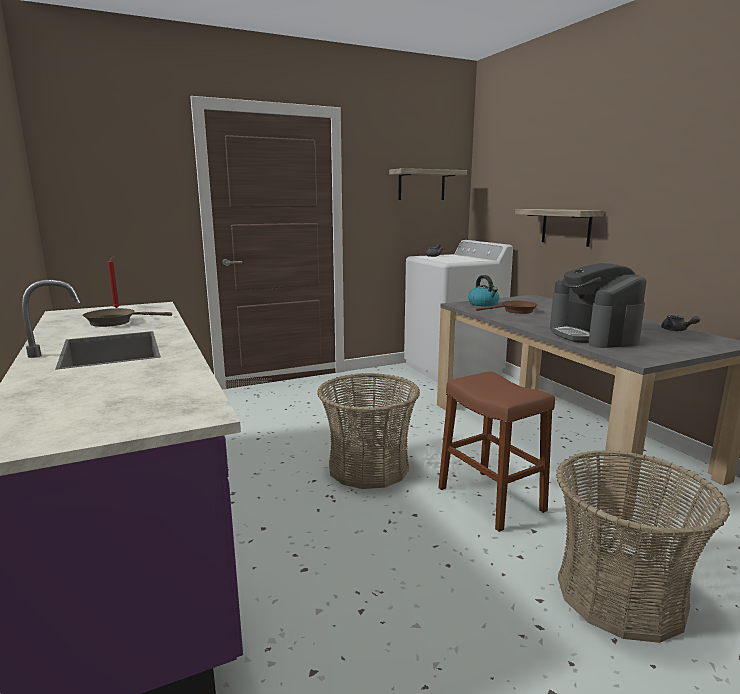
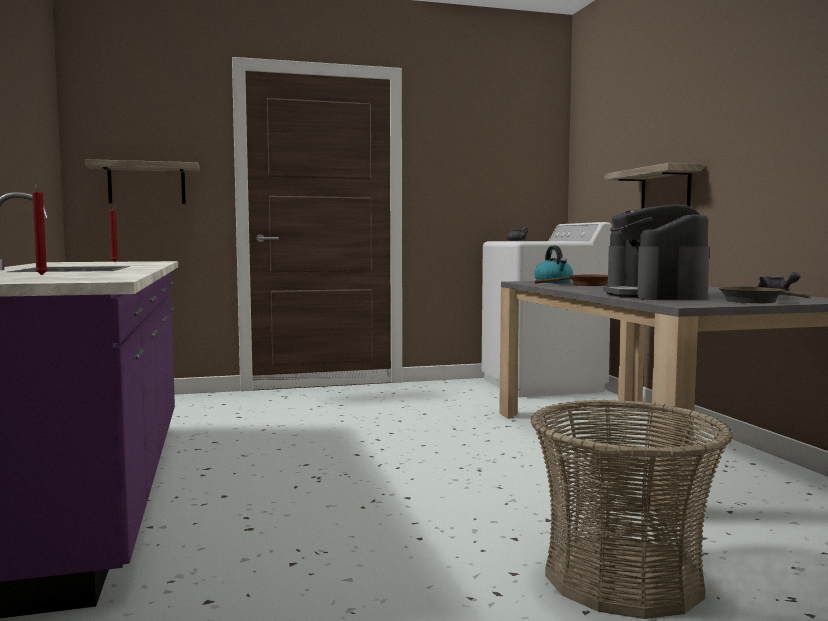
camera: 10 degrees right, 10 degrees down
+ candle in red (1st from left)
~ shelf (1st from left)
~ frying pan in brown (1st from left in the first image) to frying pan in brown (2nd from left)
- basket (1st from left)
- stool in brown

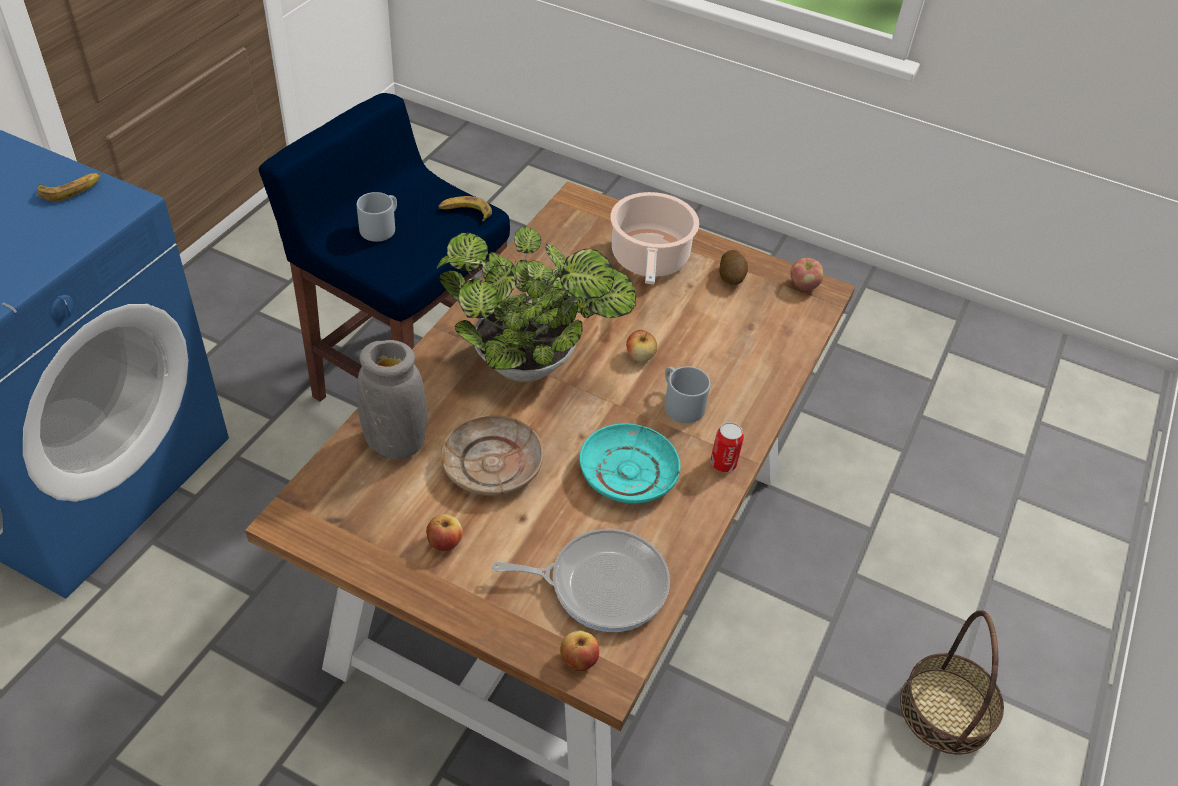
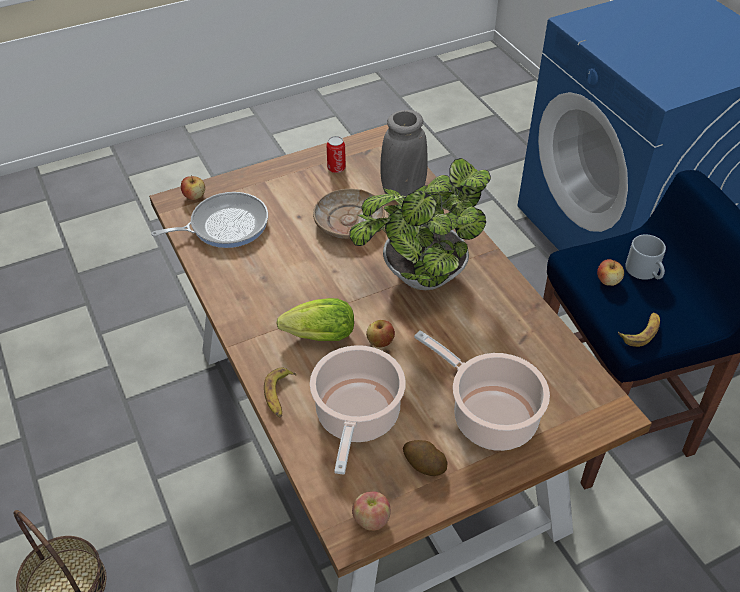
camera: 130 degrees right, 0 degrees up
~ frying pan 150 degrees counterclockwise
~ banana (1st from left)
~ mug in grey (2nd from left) to lettuce
+ cooking pot (1st from left)
~ can
~ apple (1st from left in the first image) to apple (4th from left)
- plate in turquoise

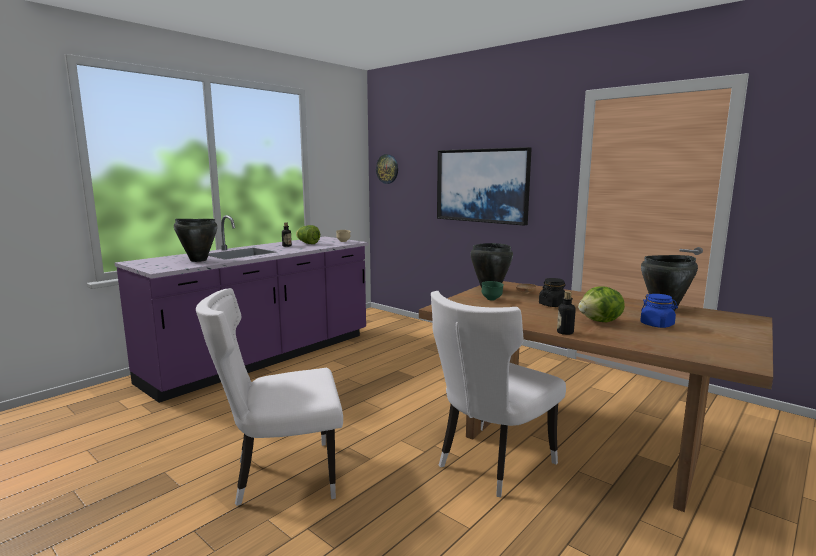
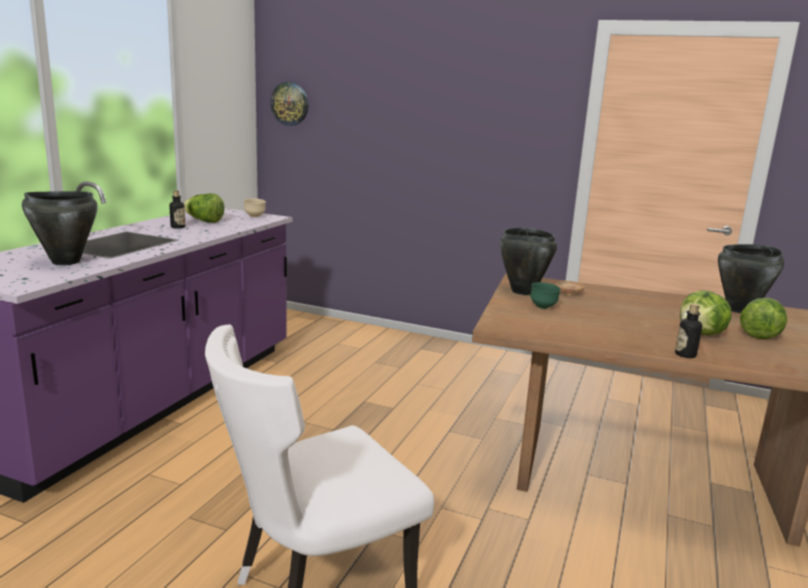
camera: 20 degrees left, 5 degrees up
~ jar in blue to lettuce (3rd from left)
- chair in white (2nd from left)
- picture
- jar in black

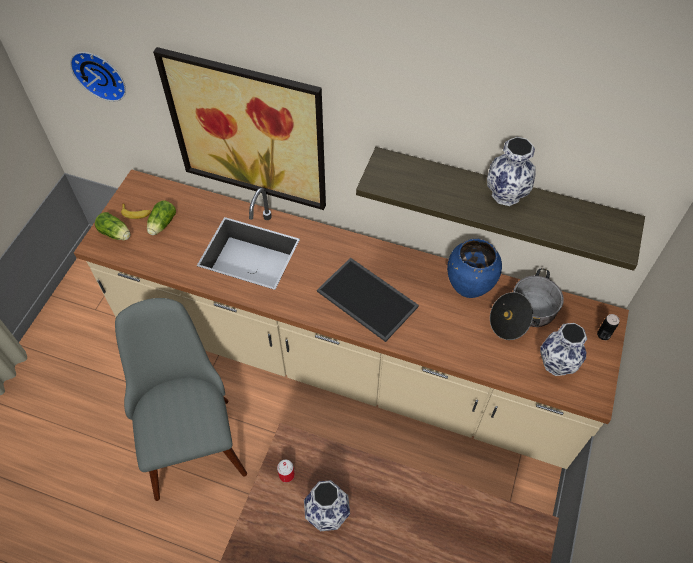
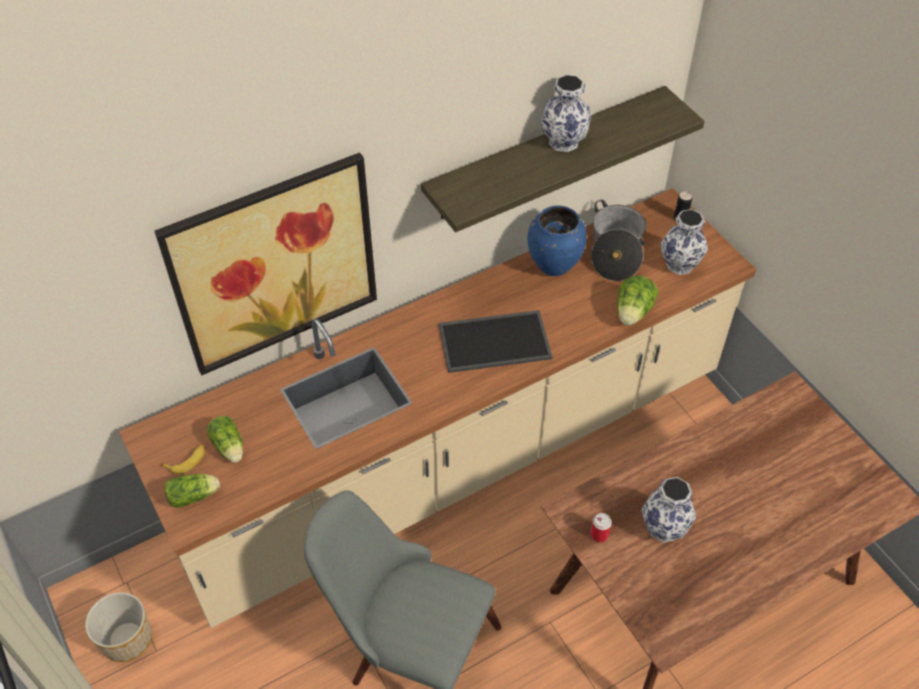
camera: 50 degrees left, 5 degrees down
+ planter
+ lettuce (3rd from left)
- wall clock

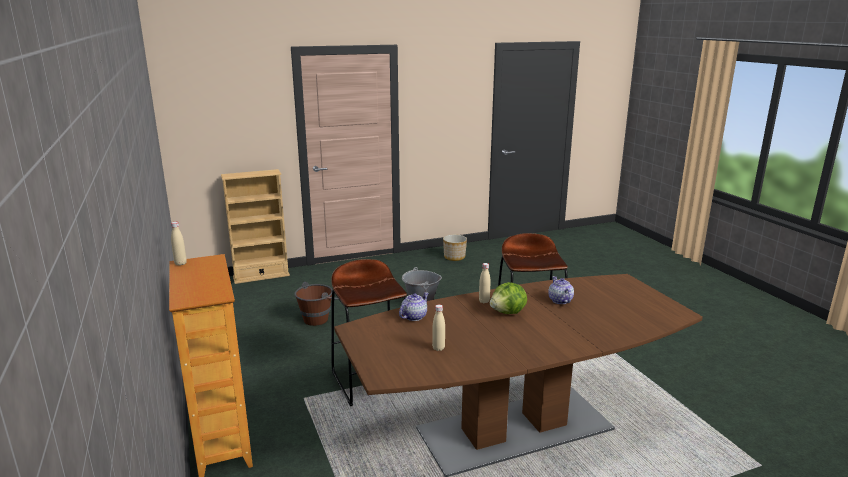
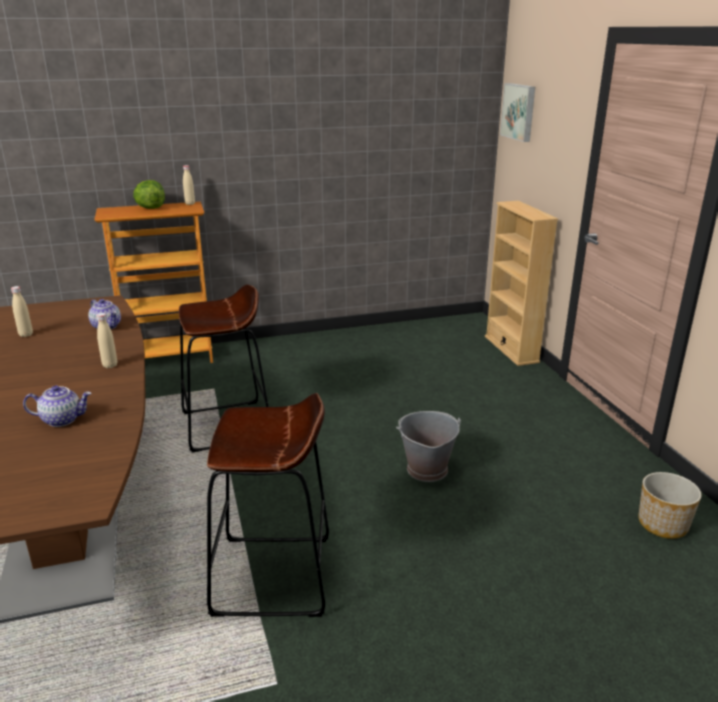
camera: 95 degrees right, 5 degrees up
~ lettuce
+ picture
- bucket in brown

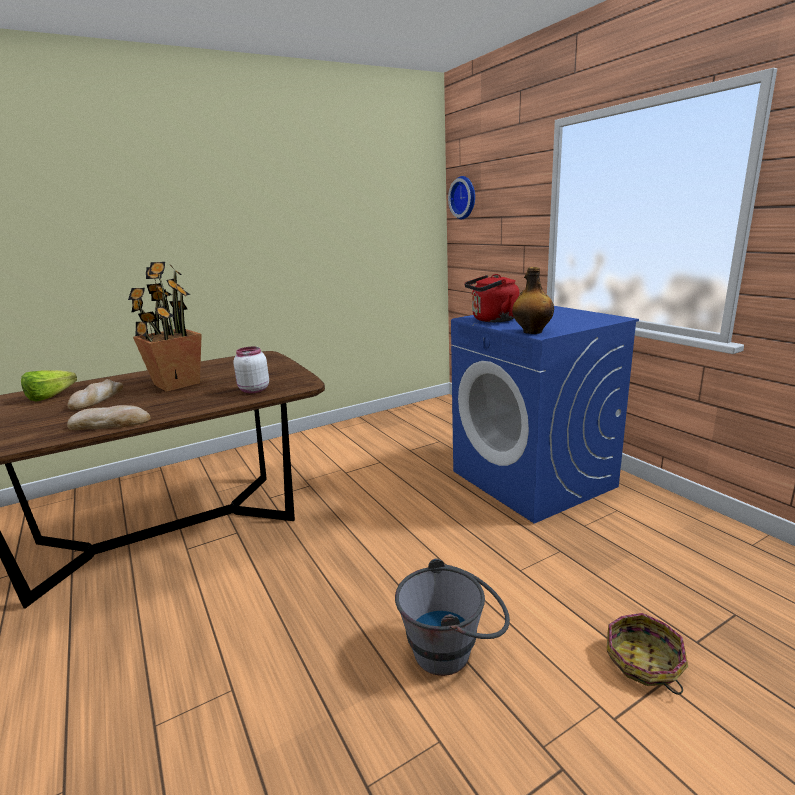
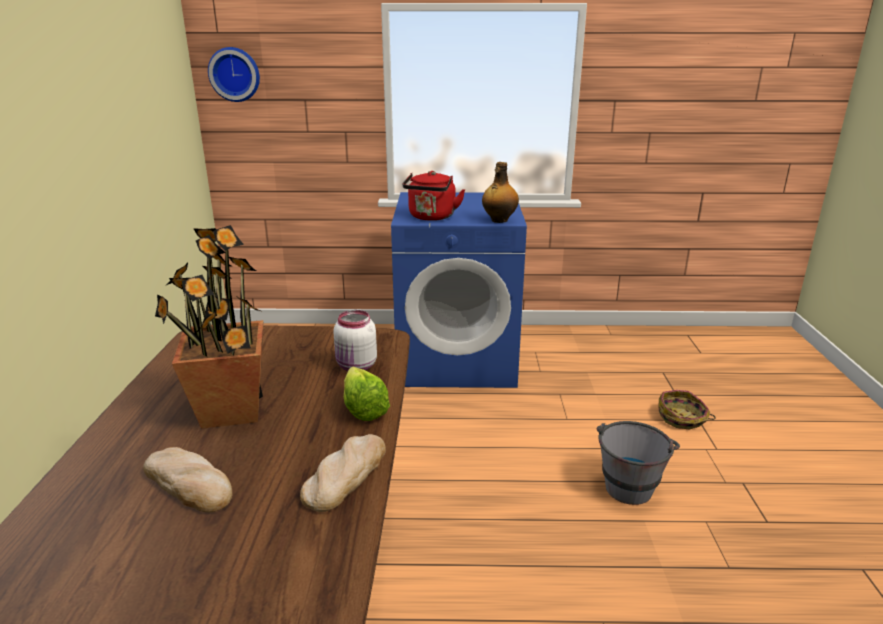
camera: 60 degrees left, 5 degrees up
~ lettuce

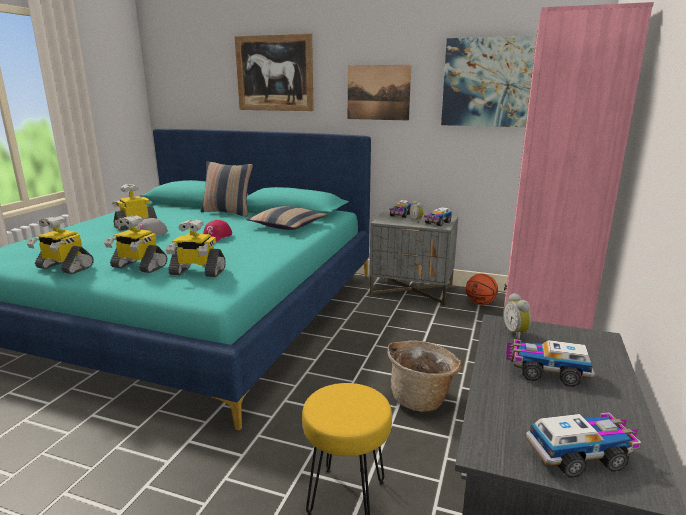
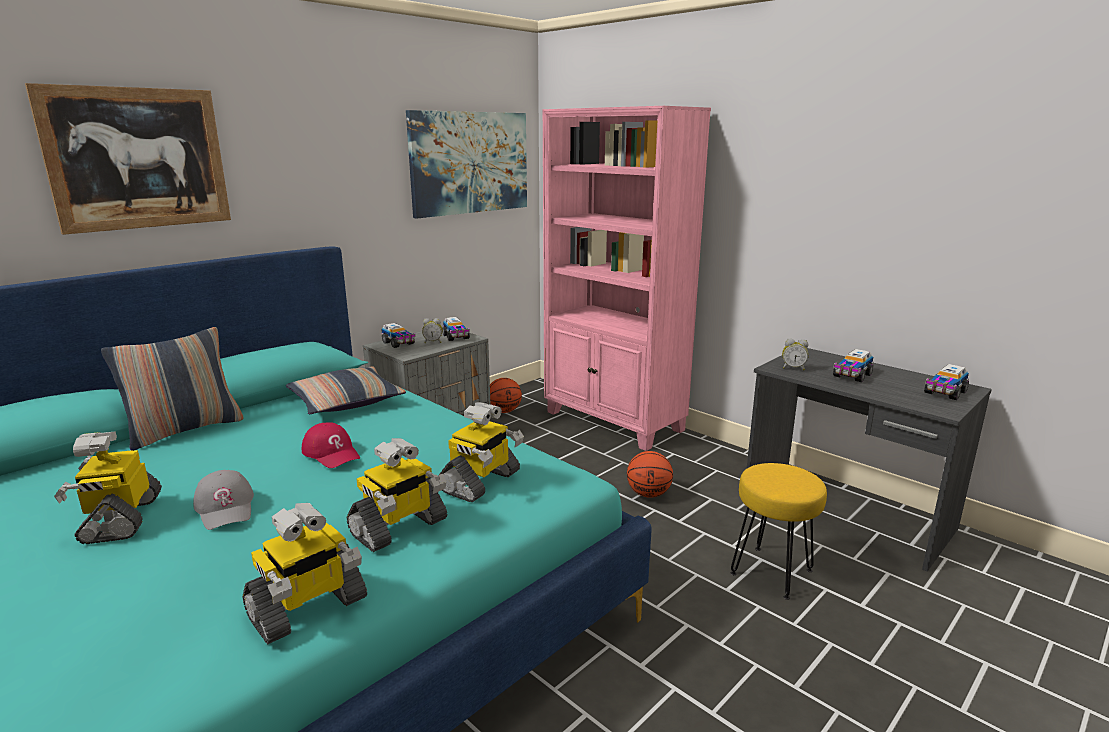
camera: 65 degrees left, 0 degrees up
~ basket to basketball (2nd from left)
~ toy truck (4th from left) 150 degrees counterclockwise
- picture (2nd from left)

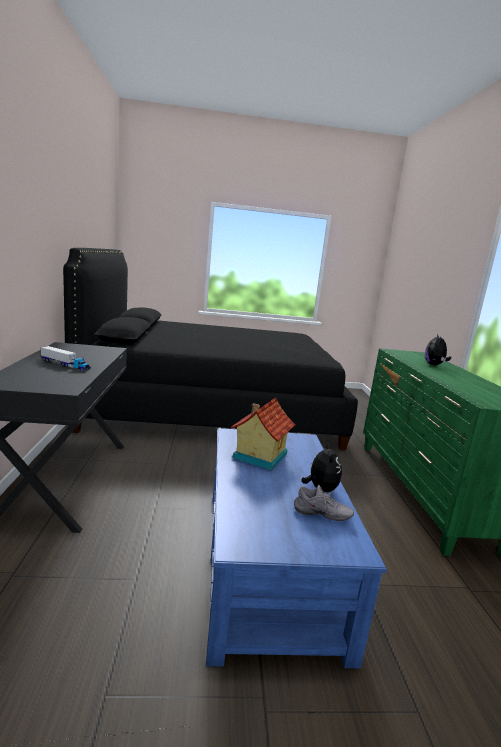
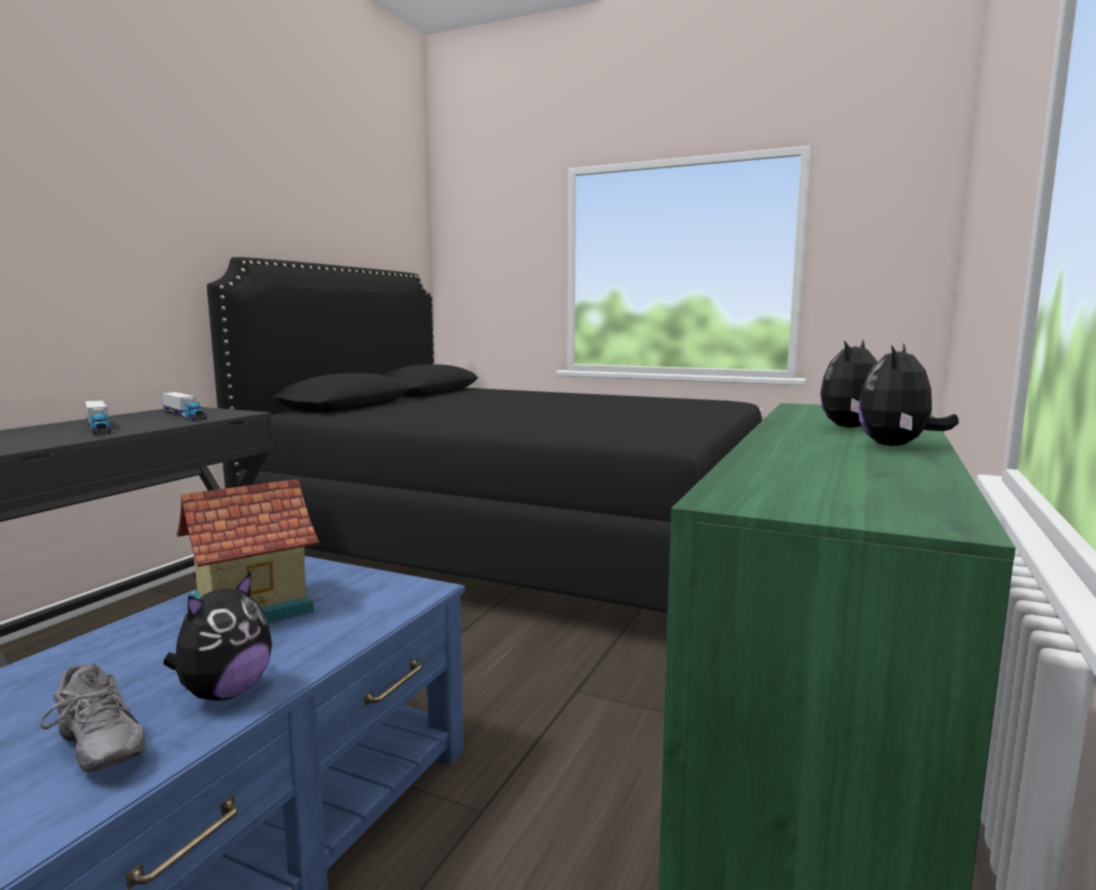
camera: 30 degrees right, 5 degrees down
+ toy truck (2nd from left)
+ plush toy (3rd from left)

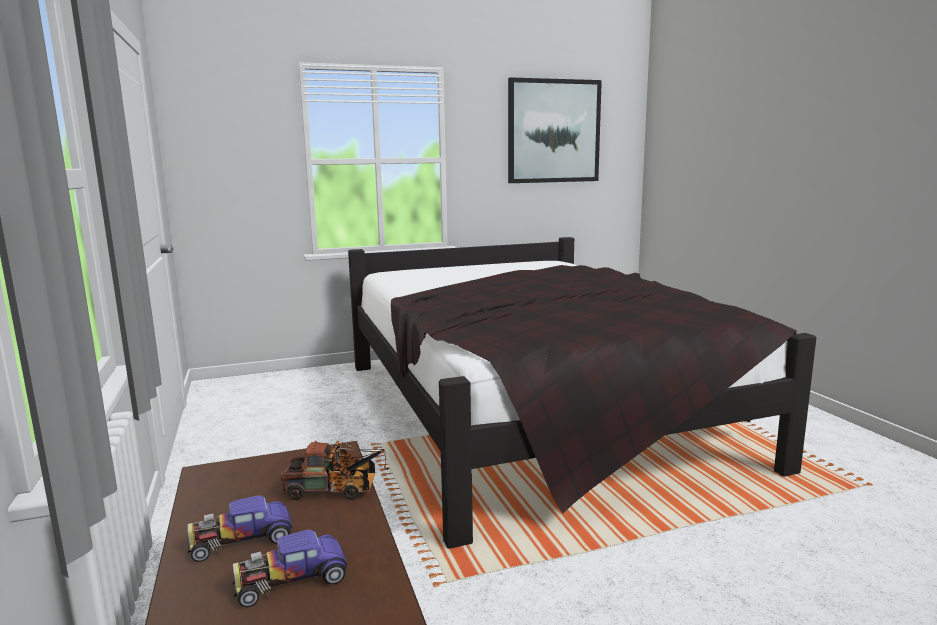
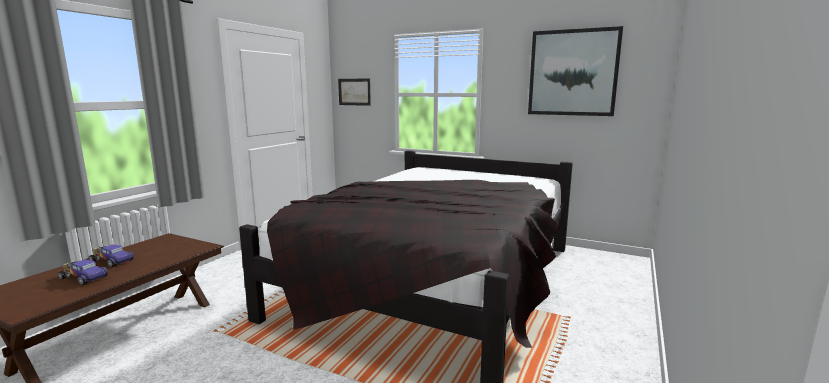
camera: 45 degrees right, 0 degrees up
+ picture (1st from left)
- toy truck

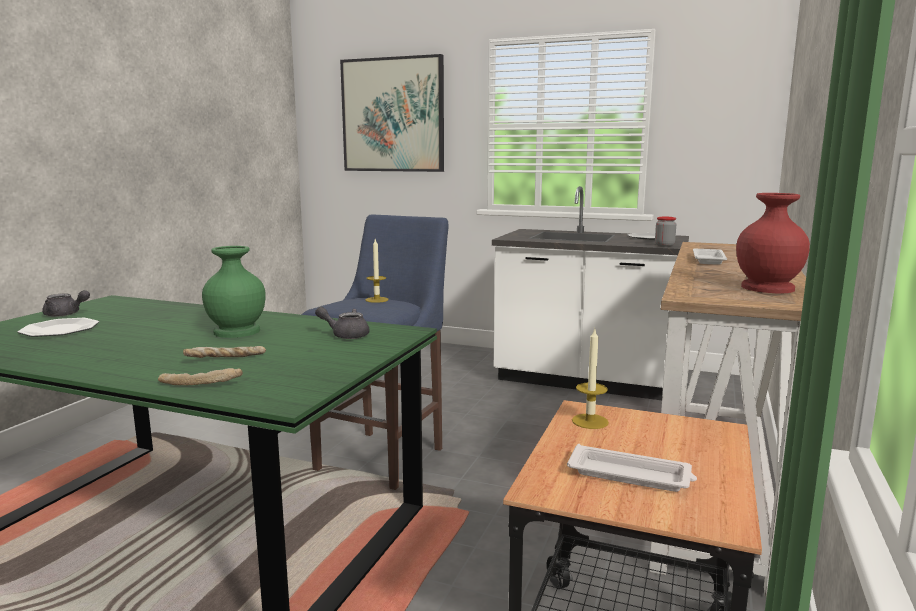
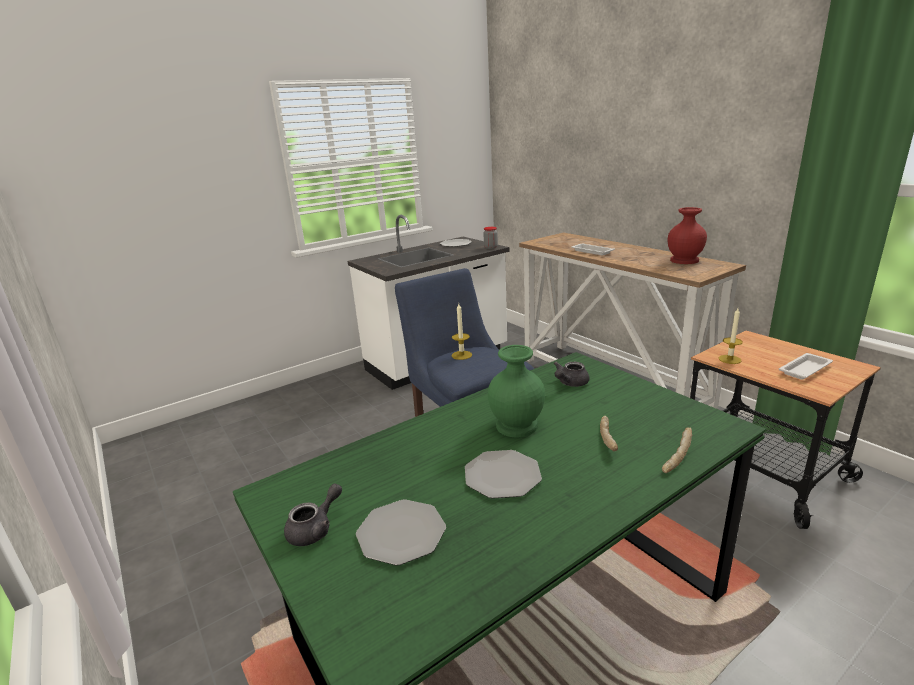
camera: 55 degrees left, 10 degrees up
+ plate (3rd from left)
- picture

